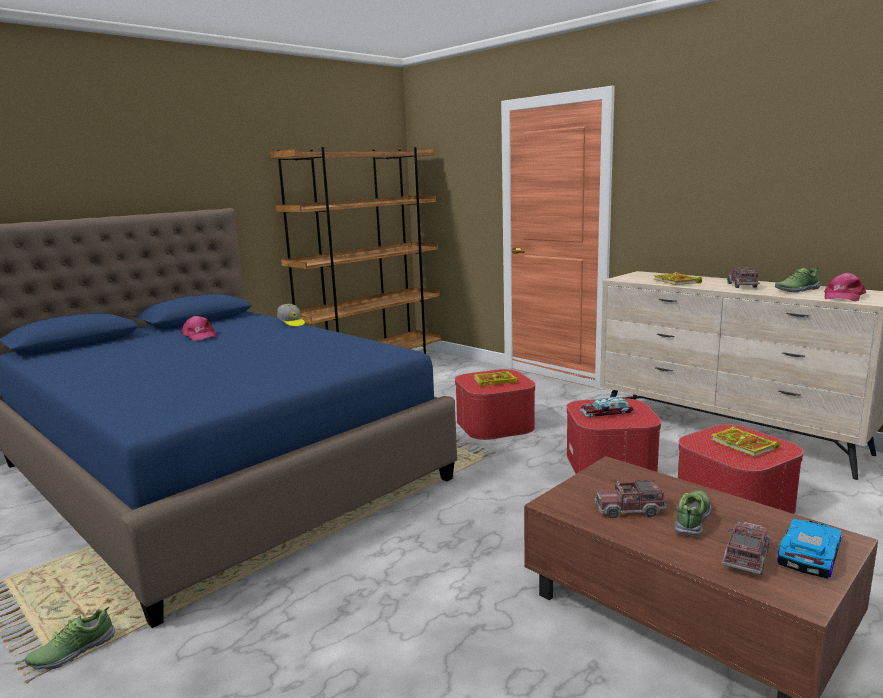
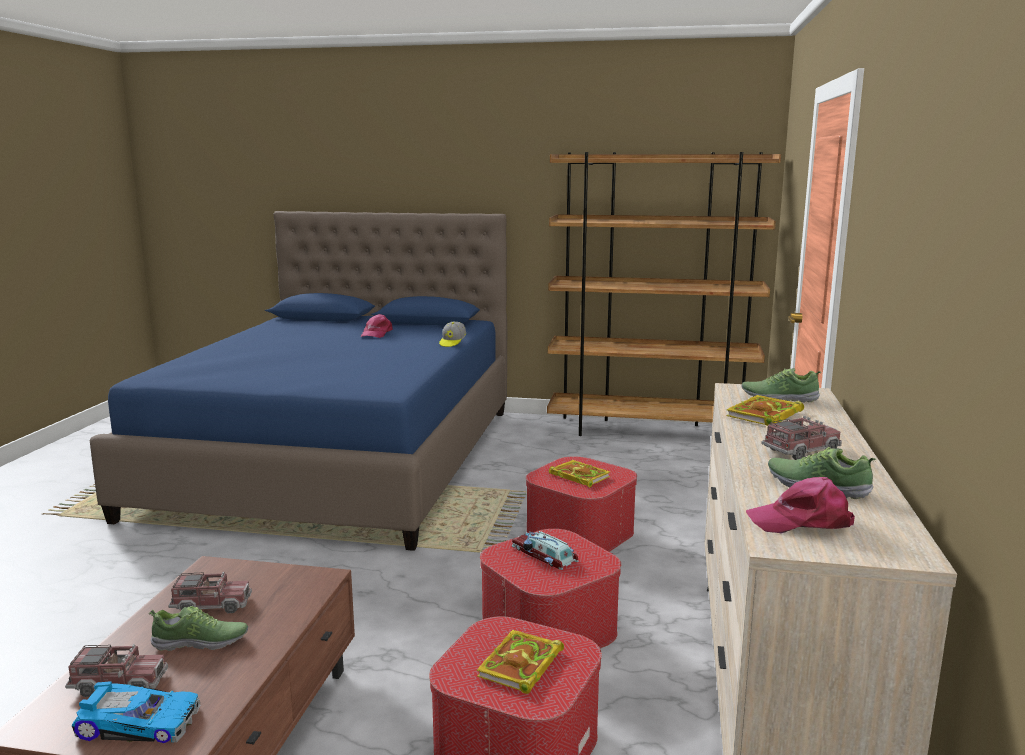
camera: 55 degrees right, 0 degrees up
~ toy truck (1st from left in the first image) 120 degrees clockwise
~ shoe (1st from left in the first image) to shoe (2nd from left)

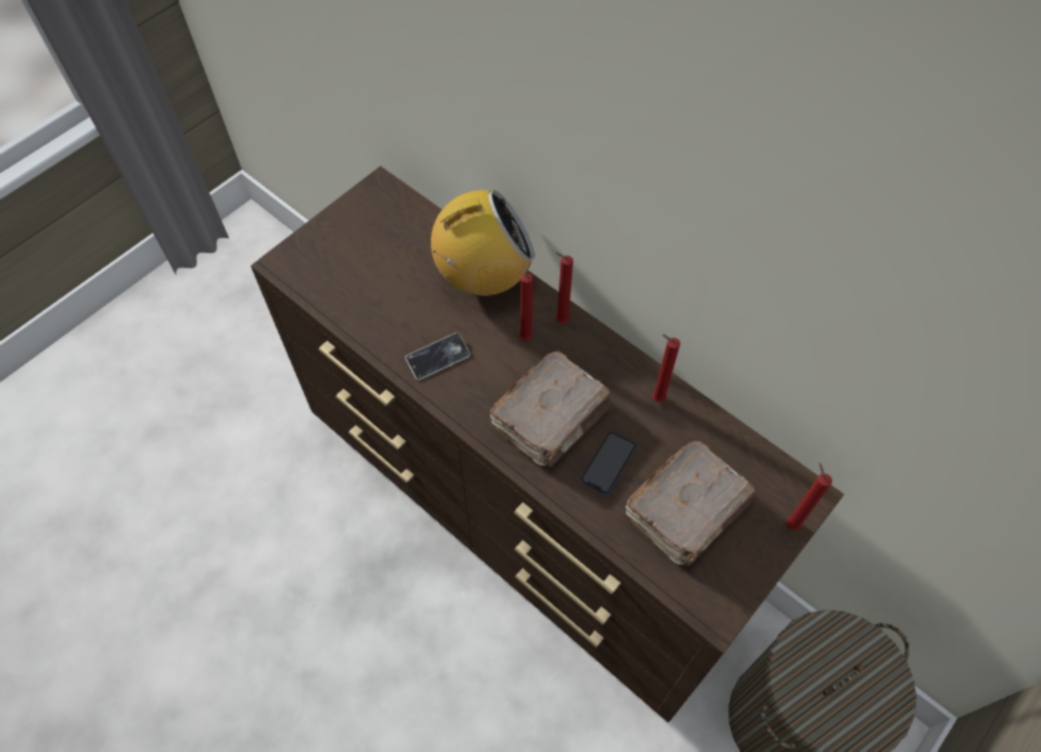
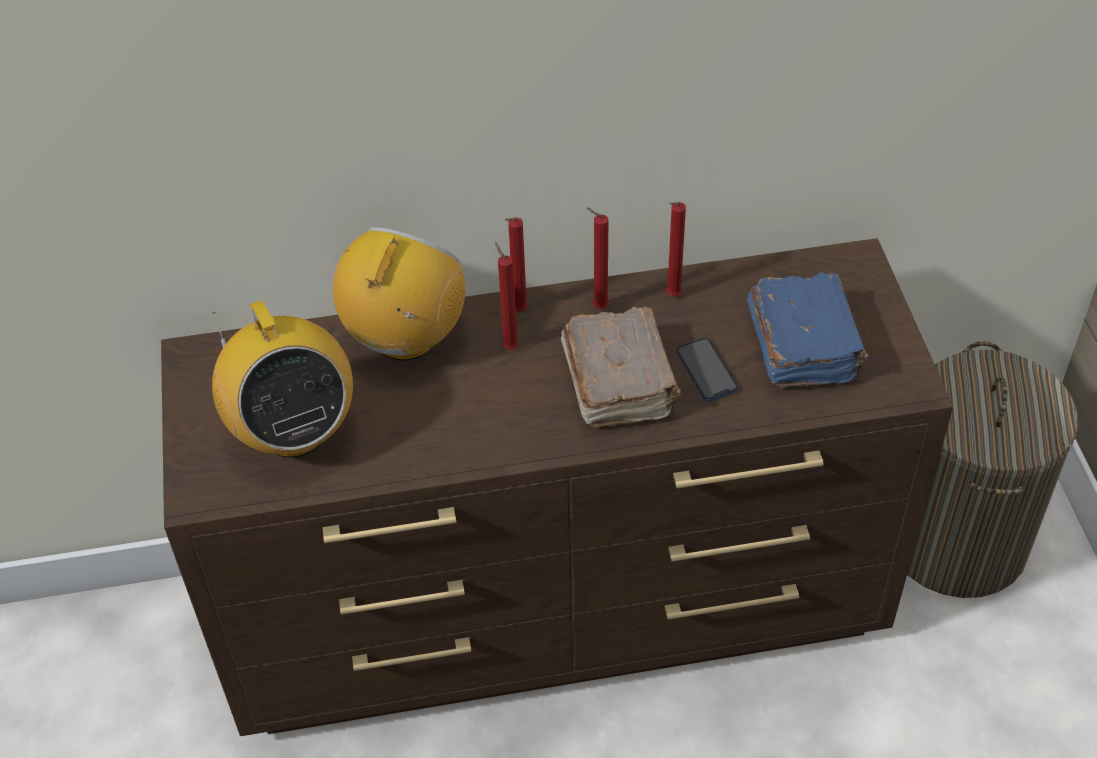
camera: 50 degrees left, 10 degrees down
+ radio (1st from left)
~ candle in red (4th from left in the first image) to candle in red (3rd from left)
~ book in brown (2nd from left) to book in blue
- phone (1st from left)

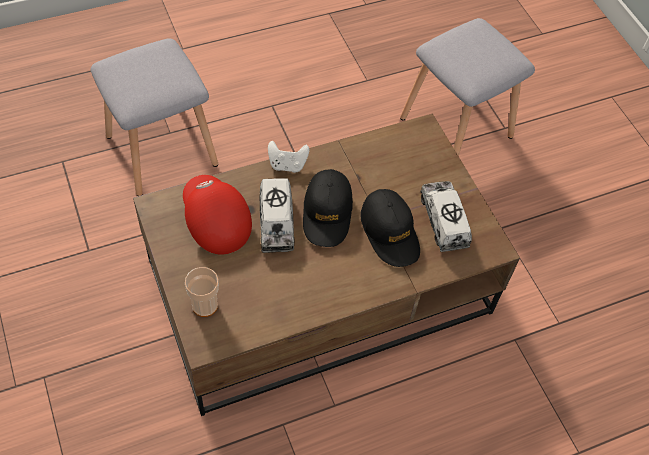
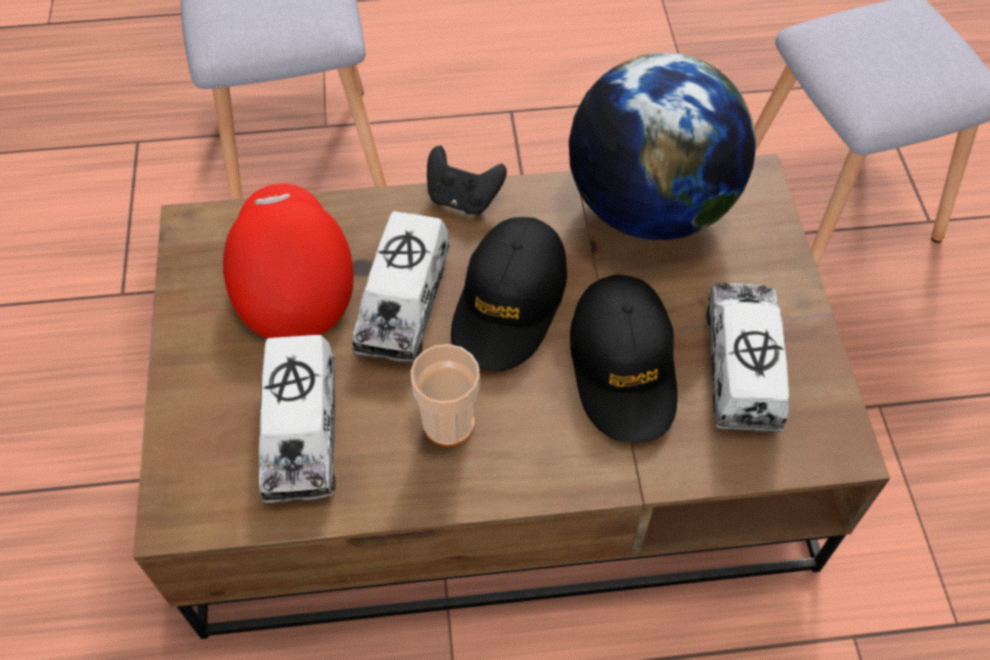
camera: 20 degrees right, 0 degrees up
+ toy truck (1st from left)
~ cup
~ game controller in white to game controller in black
+ globe

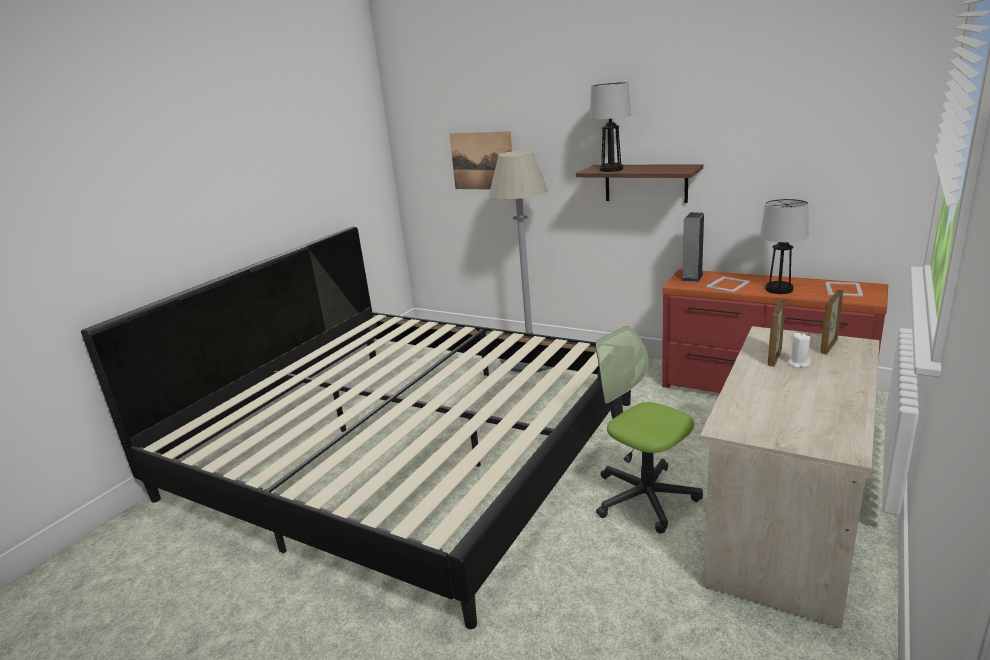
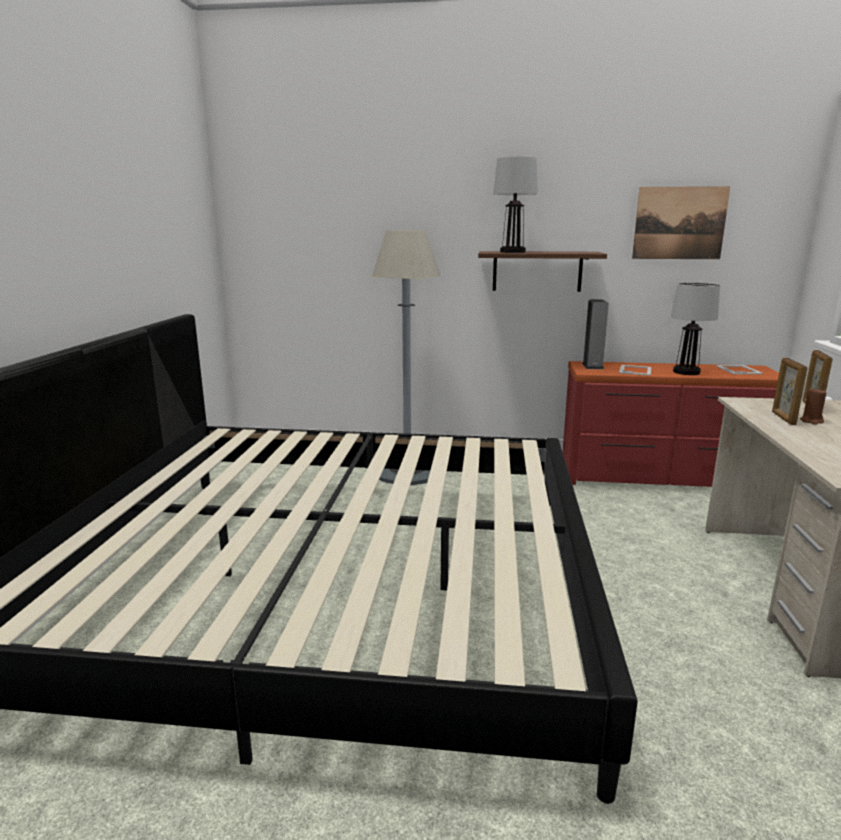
camera: 25 degrees left, 5 degrees down
~ picture
~ candle in white to candle in brown
- office chair

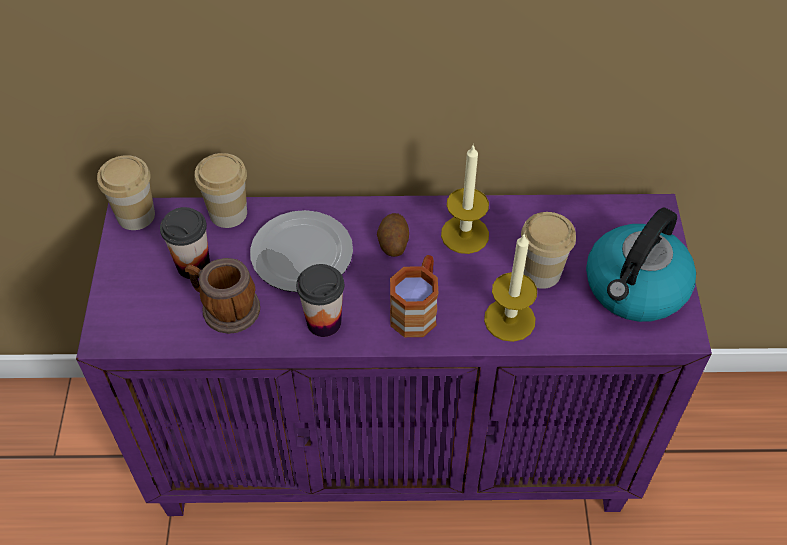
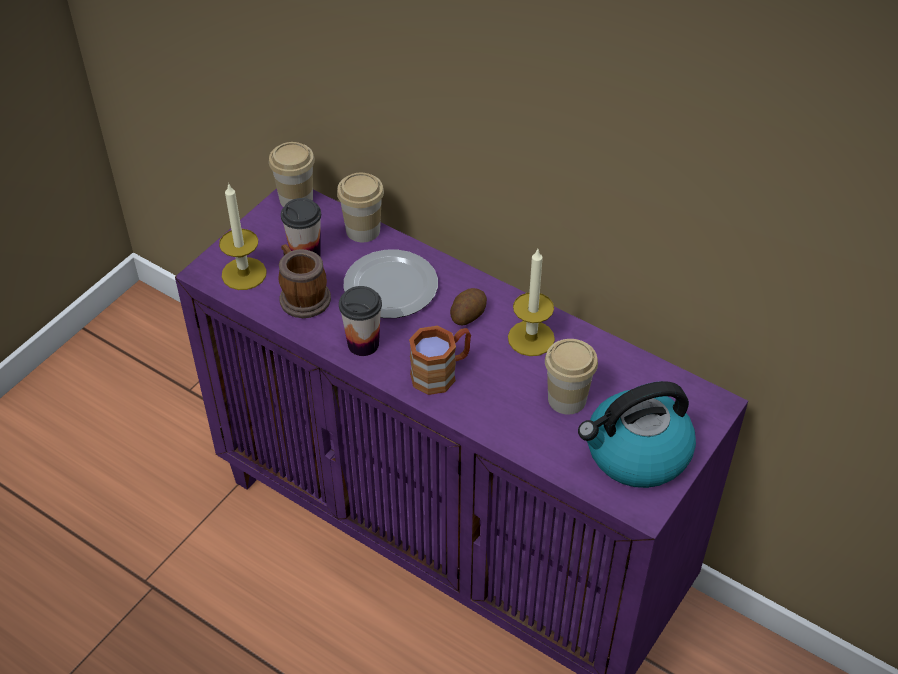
camera: 35 degrees right, 5 degrees down
~ candle (2nd from left in the first image) to candle (1st from left)

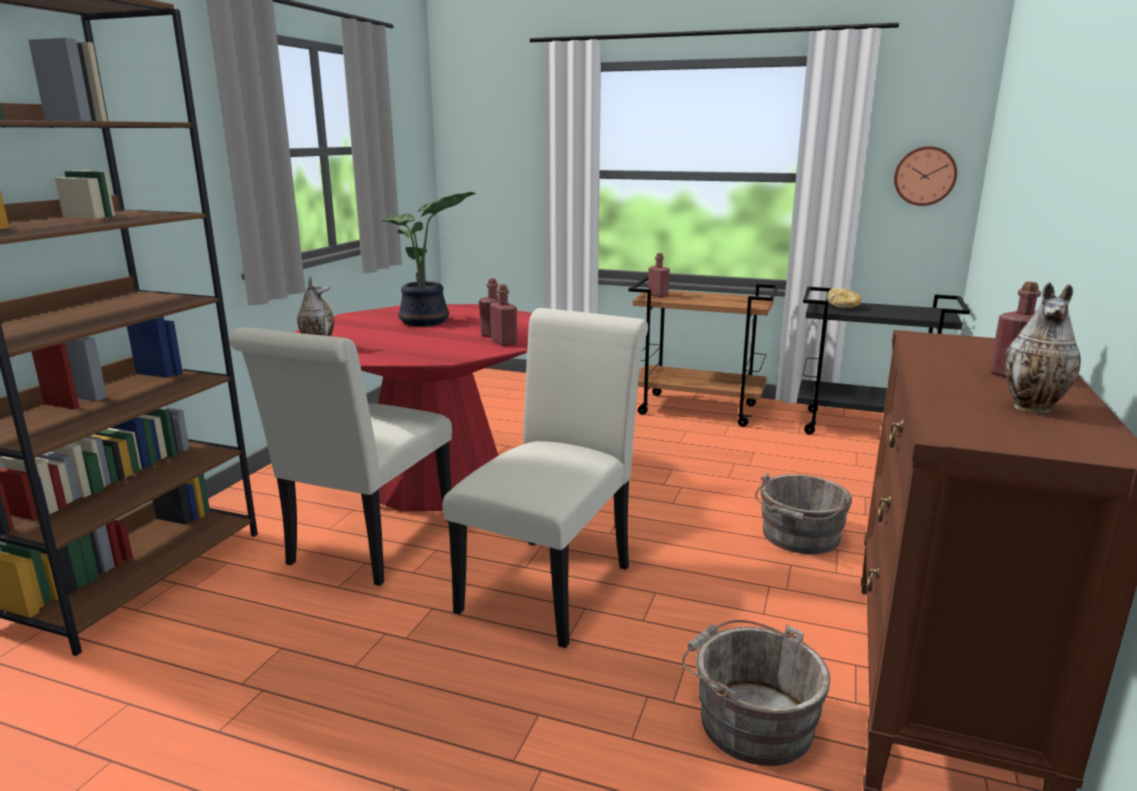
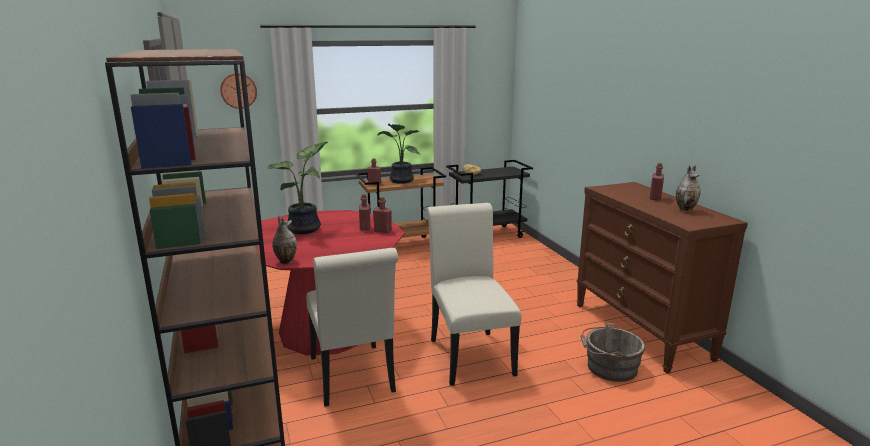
camera: 40 degrees left, 0 degrees up
~ wall clock
+ potted plant (2nd from left)
- bucket in grey (2nd from left)

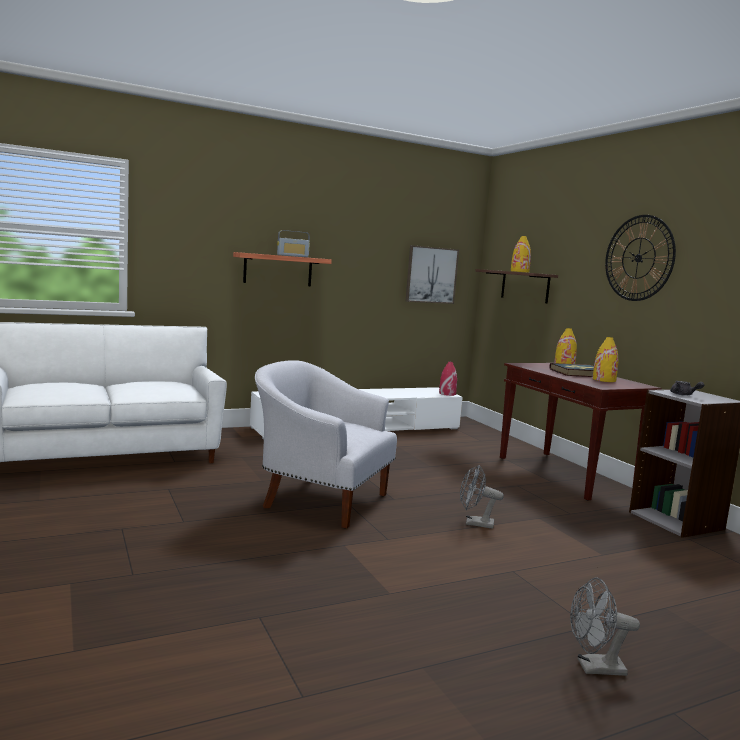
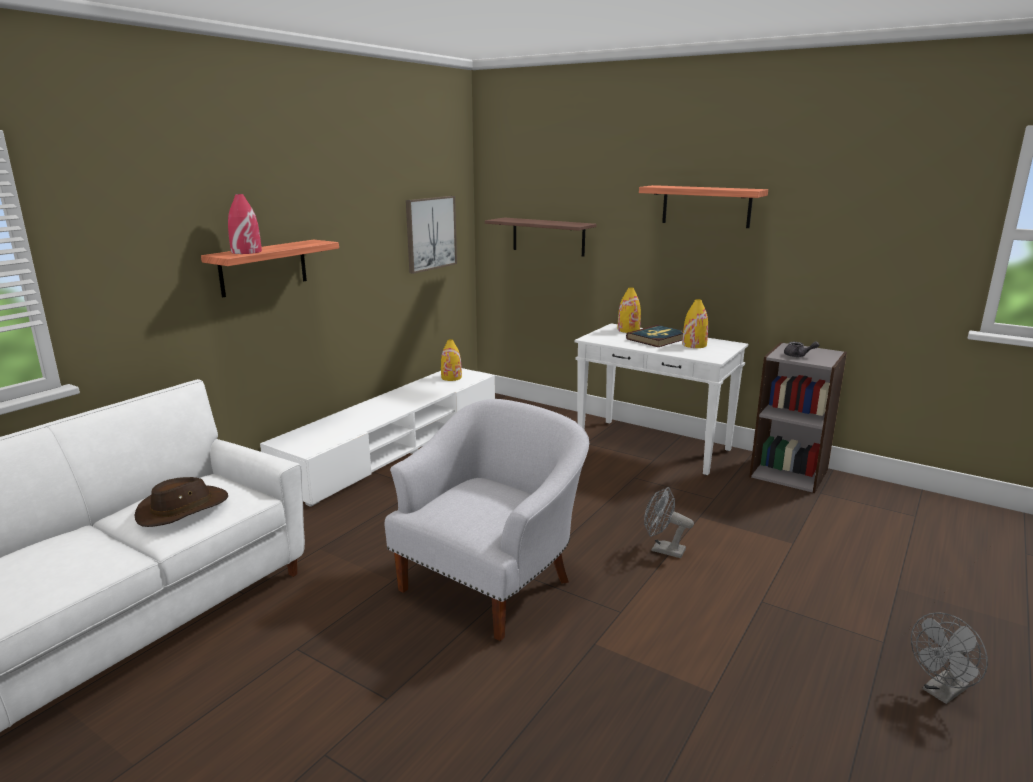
camera: 30 degrees left, 10 degrees up
+ hat in brown
~ vase in red
~ armchair in white 135 degrees clockwise
~ vase in yellow (1st from left)
~ console table in brown to console table in white
~ wall clock to shelf (3rd from left)
~ fan in grey (1st from left) 45 degrees clockwise
- radio

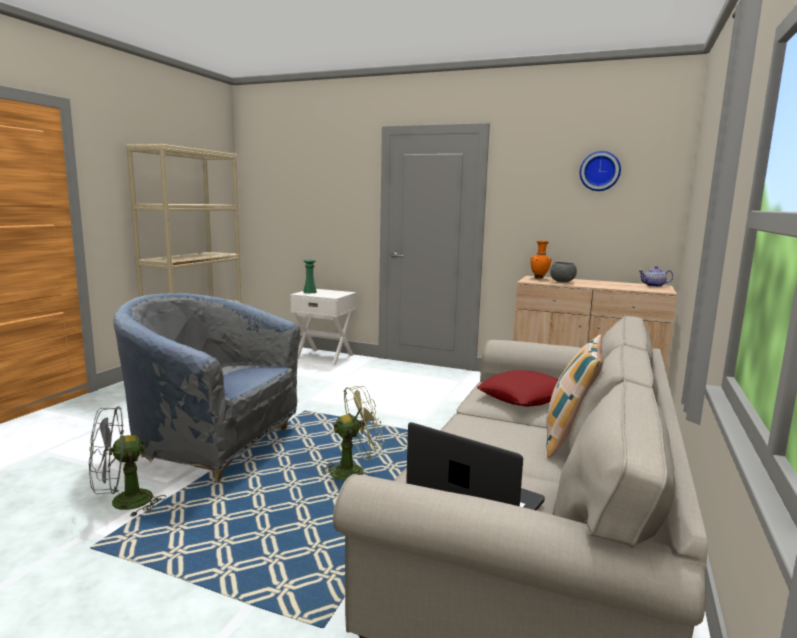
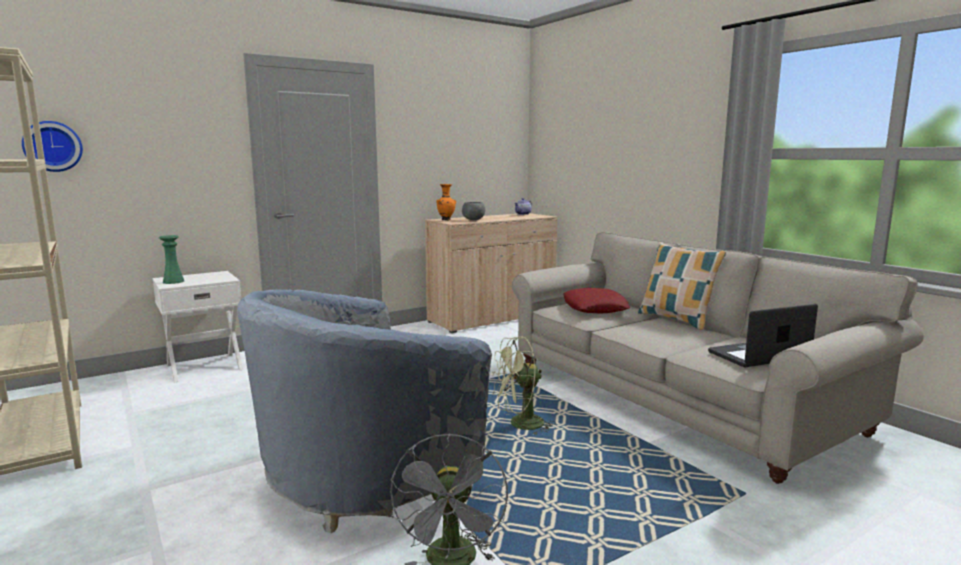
camera: 55 degrees left, 0 degrees up
~ wall clock
~ fan in green 120 degrees counterclockwise

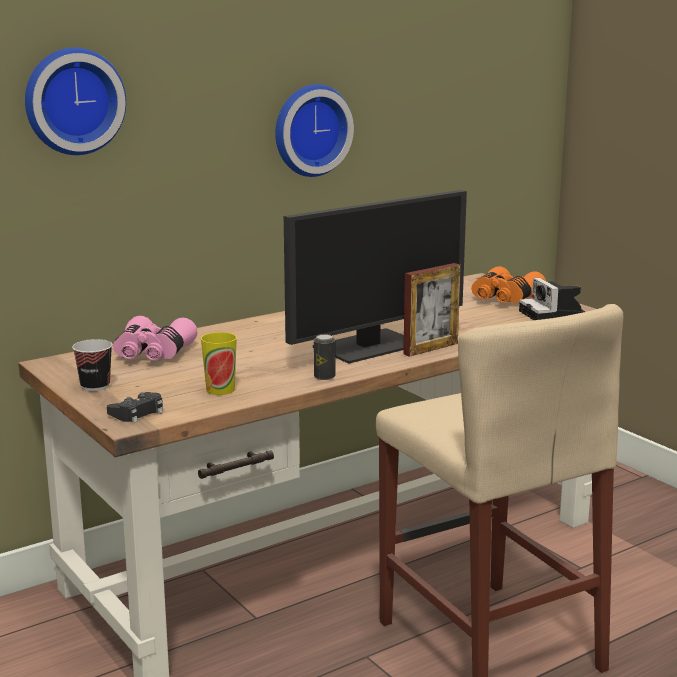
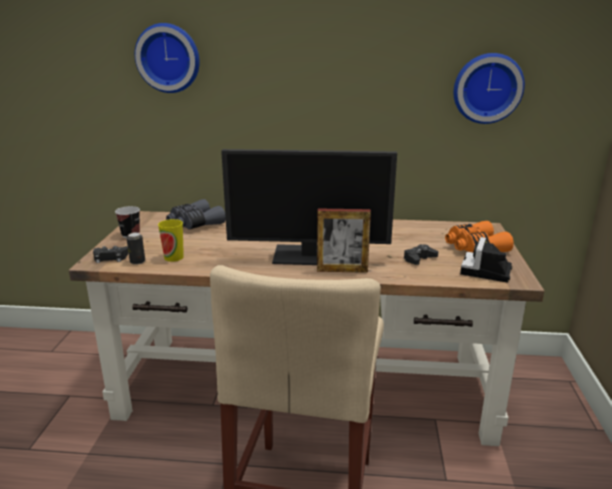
camera: 40 degrees right, 5 degrees up
~ can
~ binoculars in pink to binoculars in grey
+ game controller in black (2nd from left)
~ wall clock (2nd from left)

